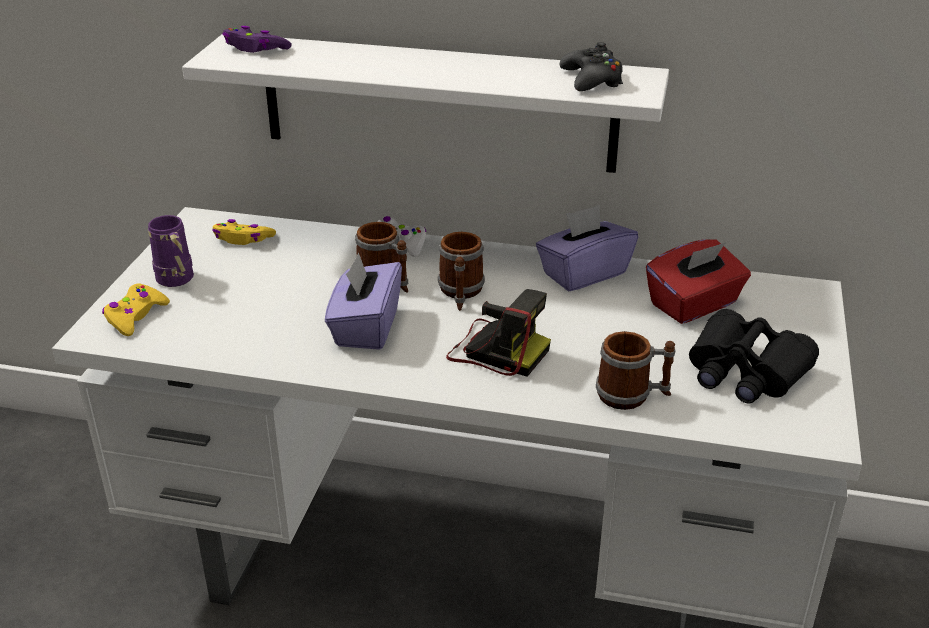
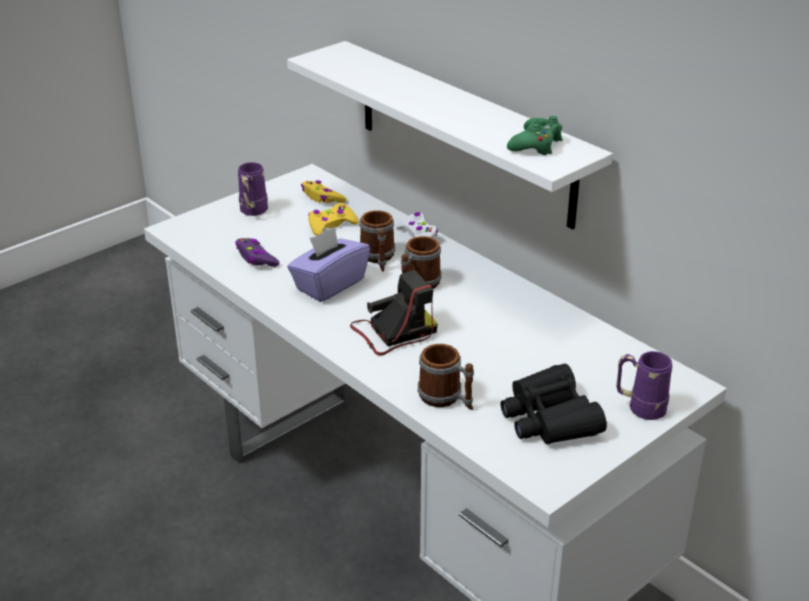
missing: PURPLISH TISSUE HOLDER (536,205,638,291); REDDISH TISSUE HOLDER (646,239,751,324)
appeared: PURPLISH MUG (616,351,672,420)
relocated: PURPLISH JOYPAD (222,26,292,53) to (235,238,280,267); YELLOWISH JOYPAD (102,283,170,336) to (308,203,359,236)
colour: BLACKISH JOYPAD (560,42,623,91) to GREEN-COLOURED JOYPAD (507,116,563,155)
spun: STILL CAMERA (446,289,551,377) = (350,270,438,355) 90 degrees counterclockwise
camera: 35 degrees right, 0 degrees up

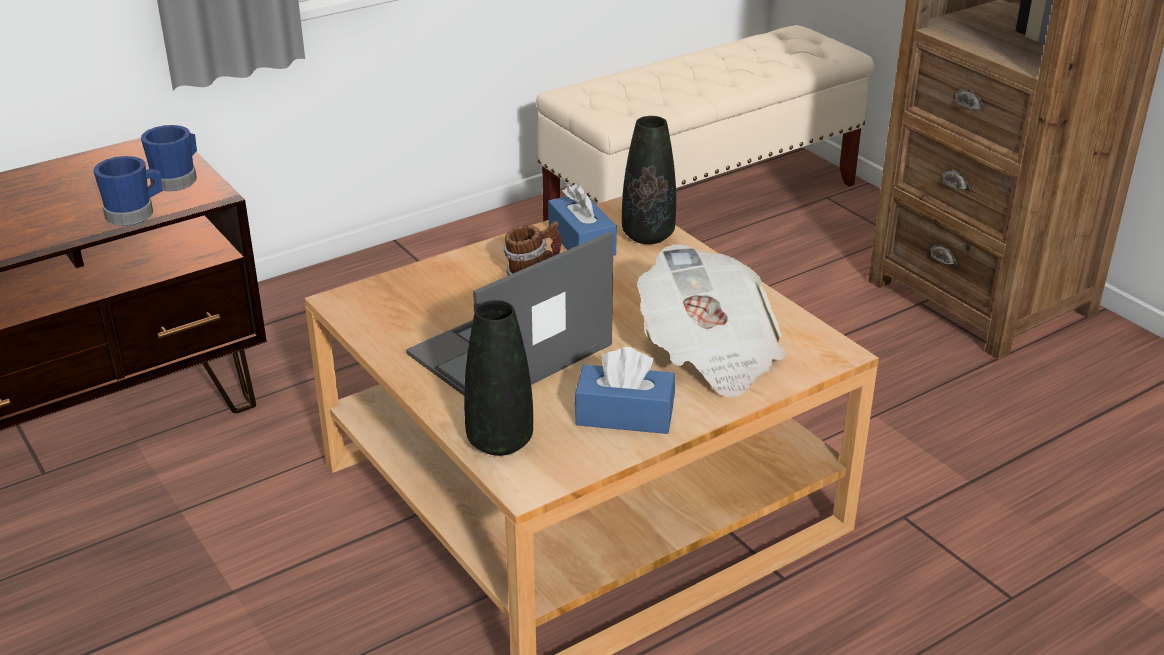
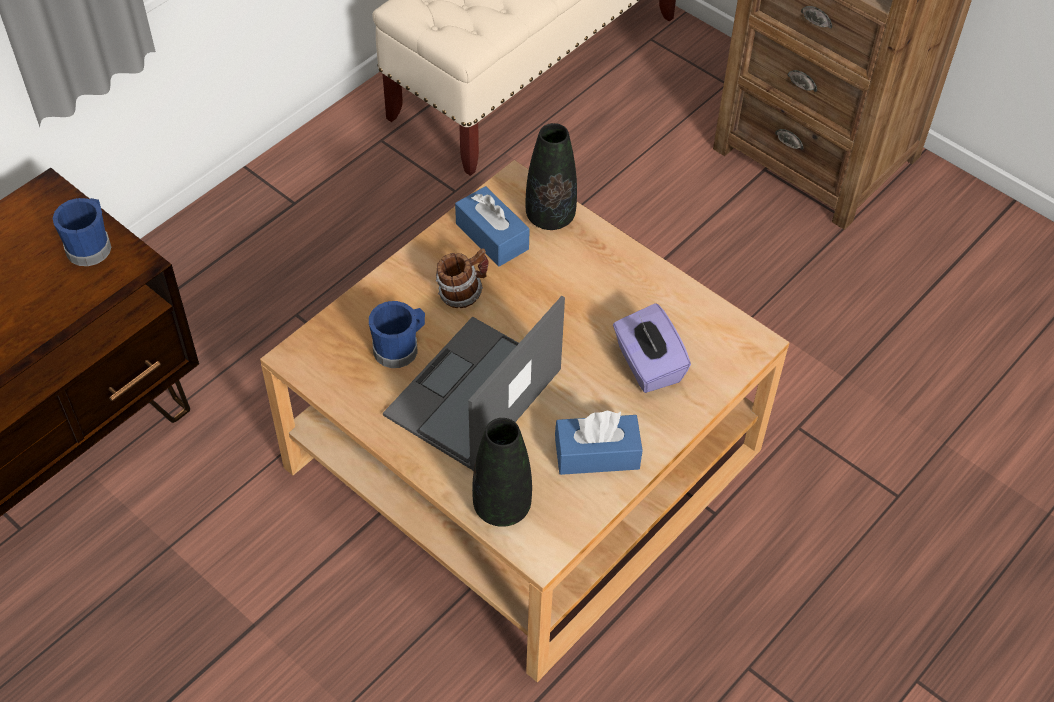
relocated: BLUISH MUG (94,156,163,226) to (369,301,425,368)
exchanged: DAILY PAPER (637,244,786,398) to PURPLISH TISSUE HOLDER (613,303,691,393)
camera: 15 degrees left, 20 degrees up

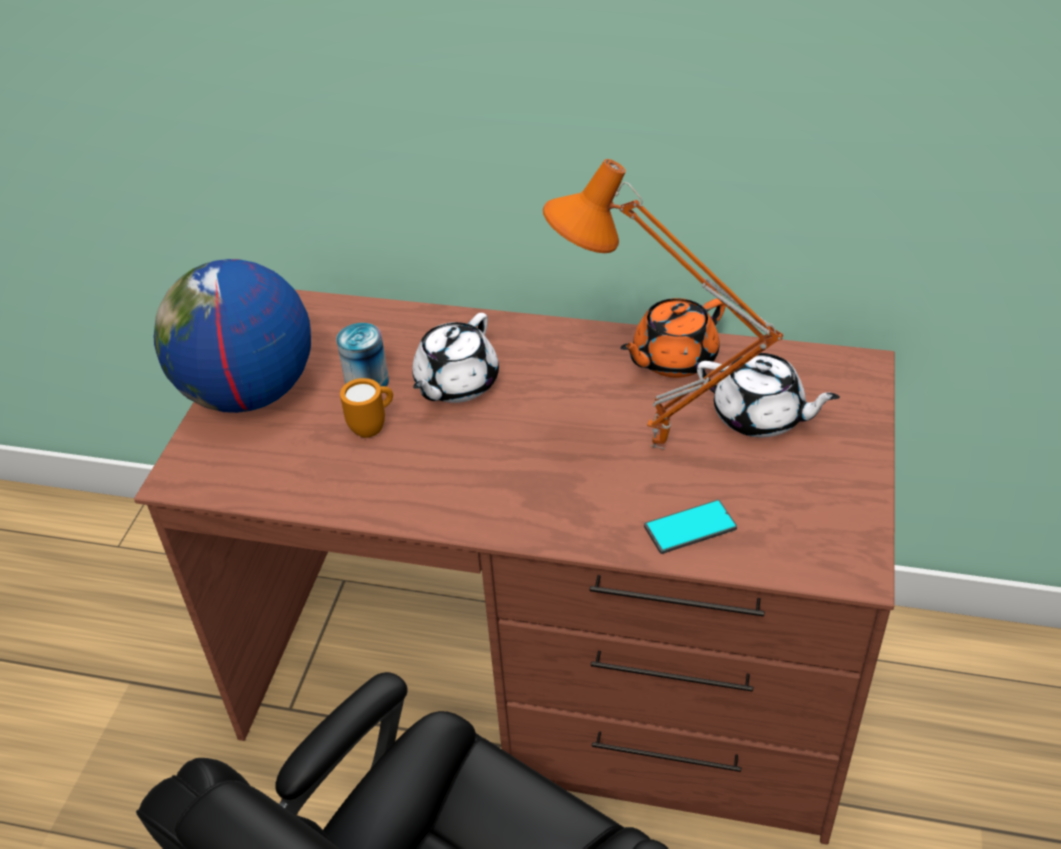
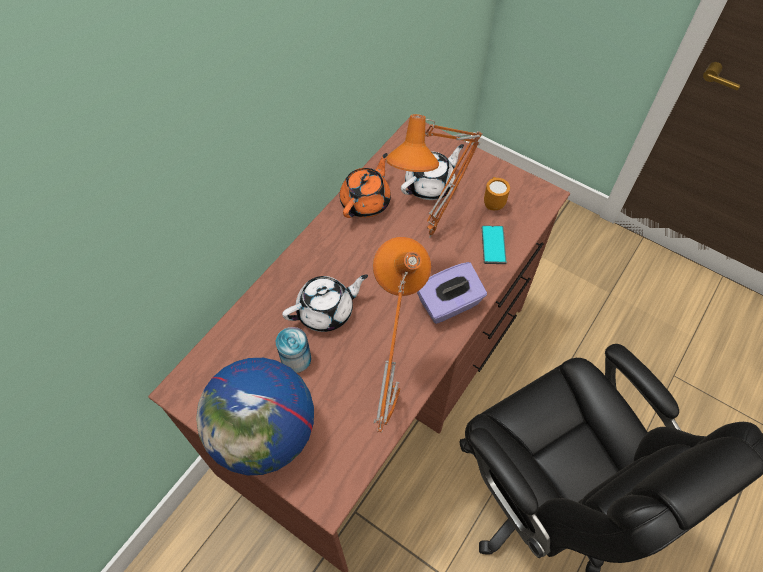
appeared: ORANGE LAMP FOR A TABLE (373,237,431,433); PURPLISH TISSUE HOLDER (417,262,487,324)
relocated: ORANGE MUG (340,378,393,438) to (484,177,510,210)
spun: WHITE TEA POT (412,313,499,403) = (282,274,368,332) 75 degrees counterclockwise; ORANGE TEA POT (620,298,725,378) = (340,153,391,218) 135 degrees counterclockwise
camera: 70 degrees left, 15 degrees up

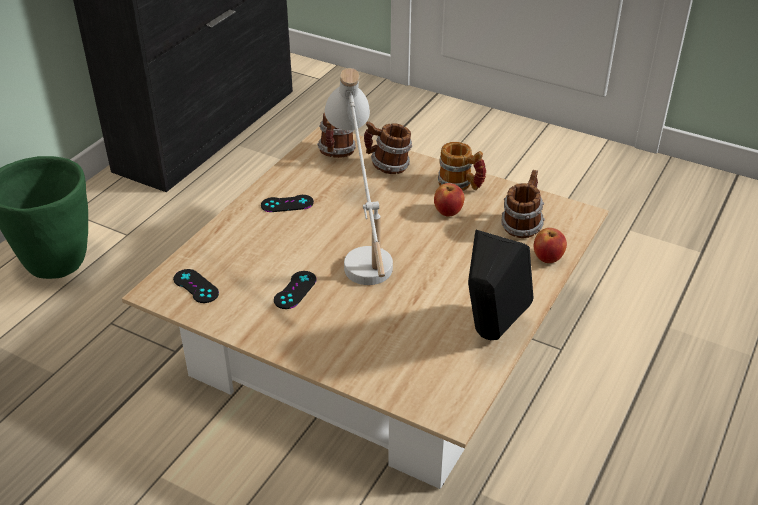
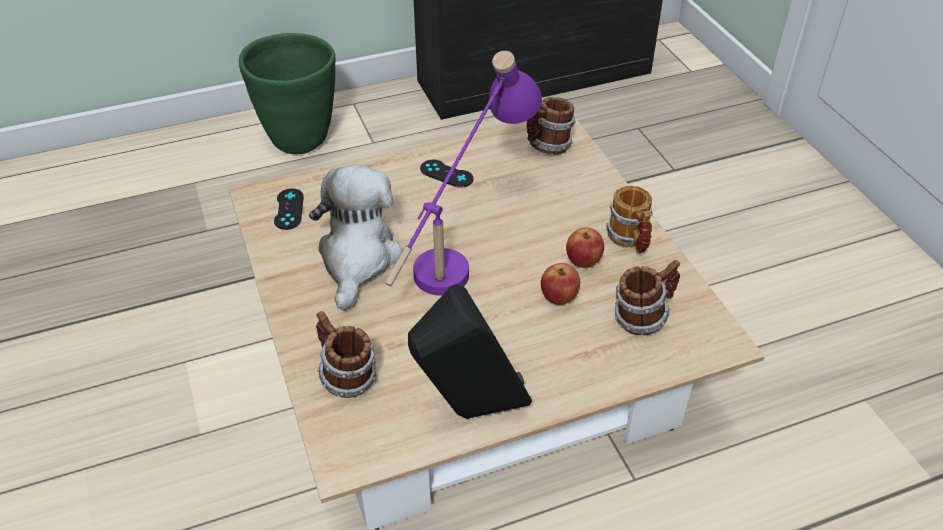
relocated: MUG (364,122,412,174) to (316,311,376,398); WHOLE APPLE (534,228,567,263) to (541,263,580,305)
exchanged: BLACKISH JOYPAD (274,271,317,309) to PLUSH TOY (309,165,403,311)
colour: WHITE LAMP FOR A TABLE (325,68,393,285) to PURPLISH LAMP FOR A TABLE (385,51,542,296)
camera: 40 degrees right, 5 degrees up

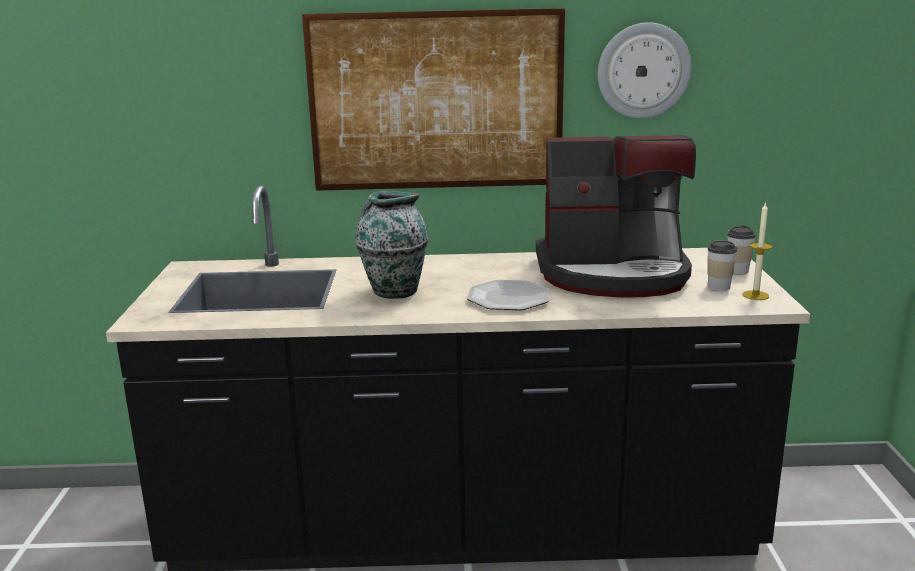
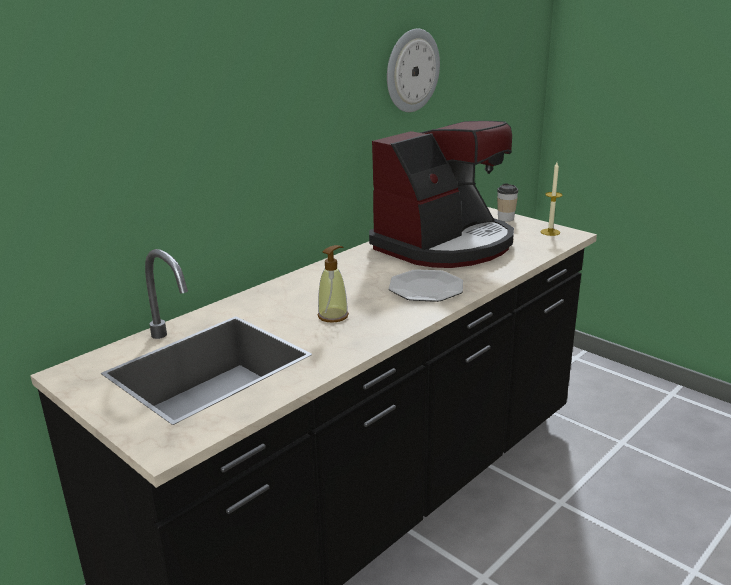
missing: WALL PICTURE (302,8,565,191); CUP (707,240,737,291)
exchanged: FLOWER VASE (355,191,428,299) to SOAP DISPENSER (318,245,349,323)
camera: 45 degrees left, 5 degrees up

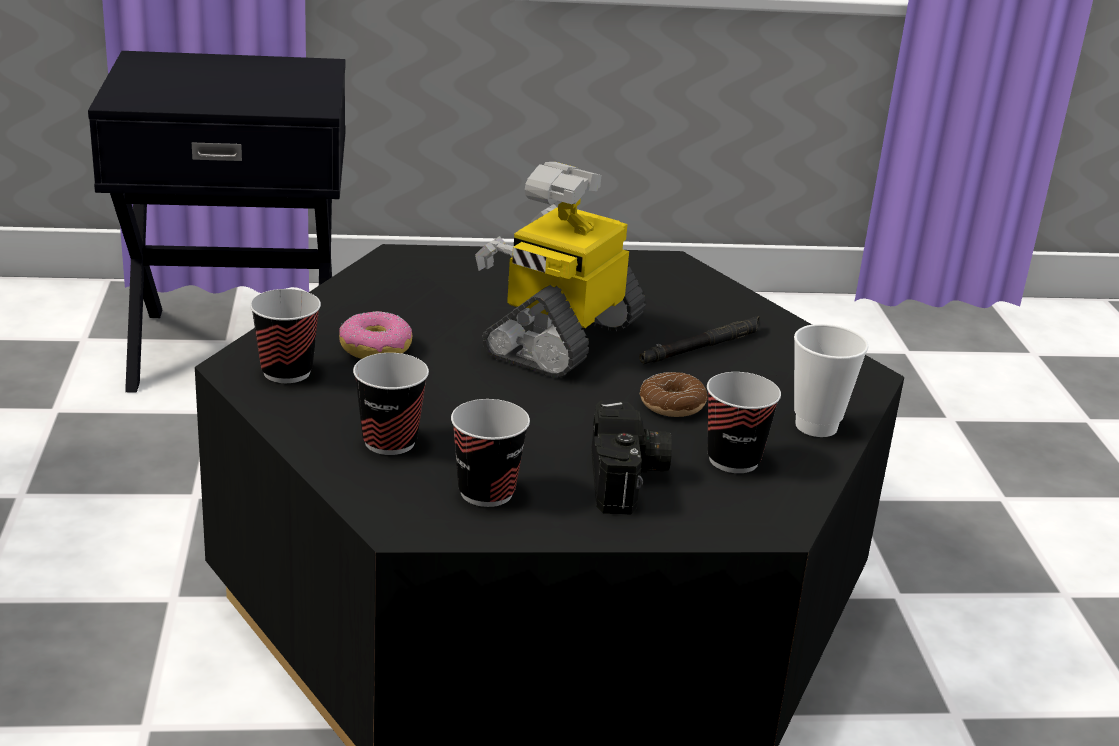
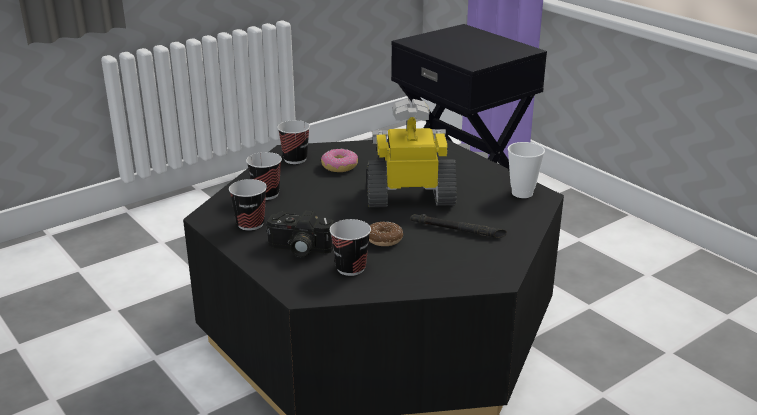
relocated: CUP (794,324,869,437) to (508,142,545,198)
spun: STILL CAMERA (591,400,672,514) = (267,211,334,257) 45 degrees clockwise
camera: 60 degrees right, 0 degrees up

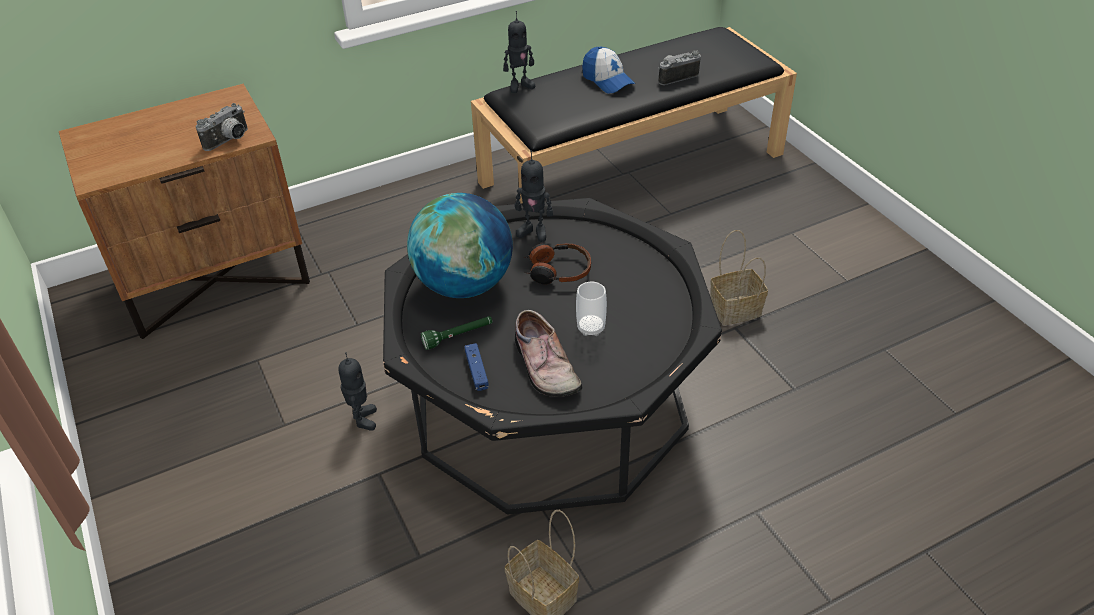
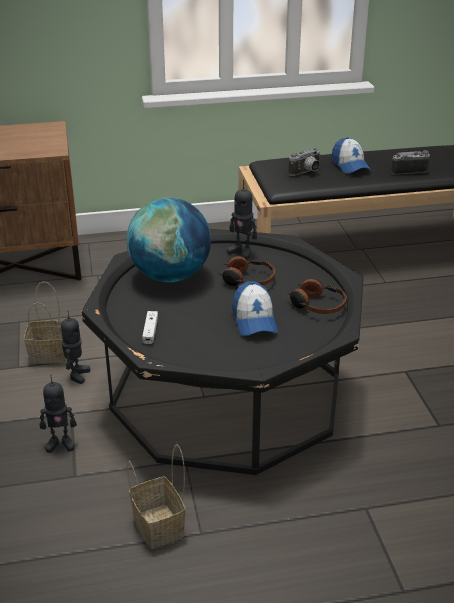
missing: GREEN-COLOURED HAND TORCH (421,316,492,350); ITEM OF FOOTWEAR (515,310,582,397)
appeared: HEADPHONES (287,278,347,314)
relocated: BASKET (710,230,768,325) to (24,281,67,364); MODEL ROBOT (503,11,535,93) to (40,375,77,453); STILL CAMERA (196,103,248,151) to (289,148,320,176)
exchanged: CUP (576,281,607,336) to PEAKED CAP (233,281,278,336)
colour: BLUISH JOYPAD (465,343,489,391) to WHITE JOYPAD (142,311,158,344)
camera: 15 degrees right, 10 degrees down

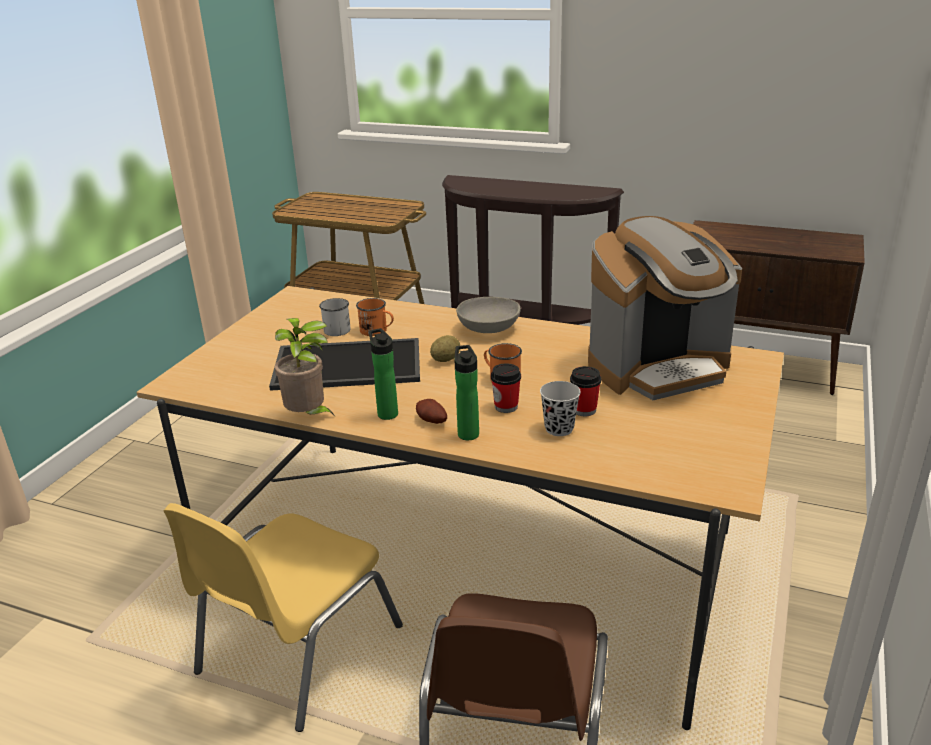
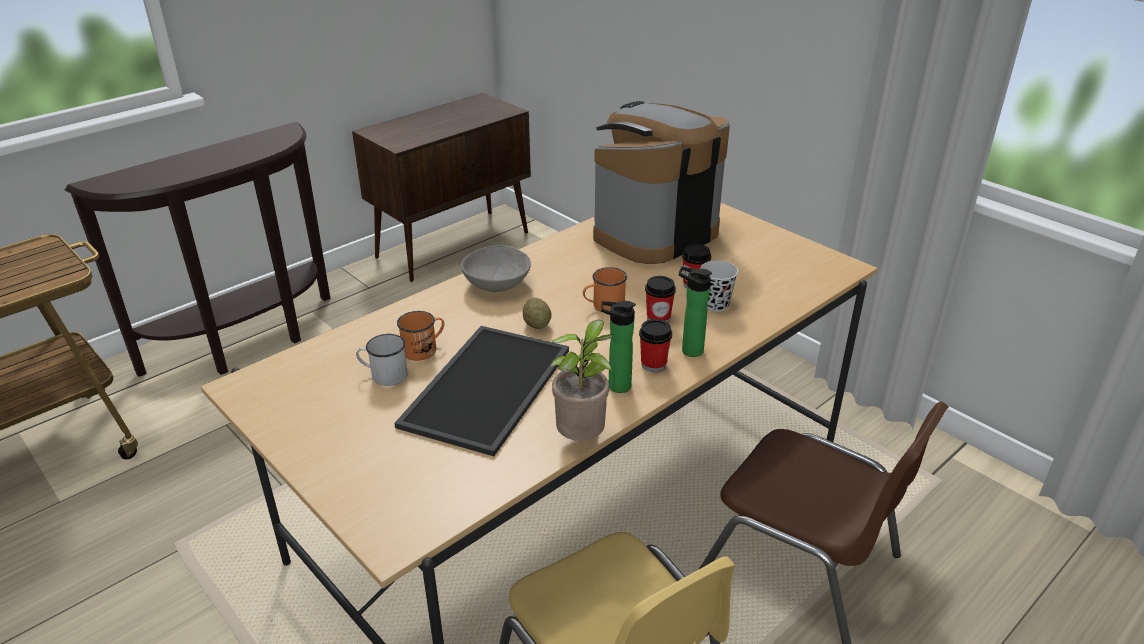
exchanged: POTATO (416,399,447,424) to CUP (639,319,672,372)
spun: COFFEE BREWER (588,216,742,400) = (593,101,730,264) 135 degrees counterclockwise
camera: 65 degrees left, 5 degrees up

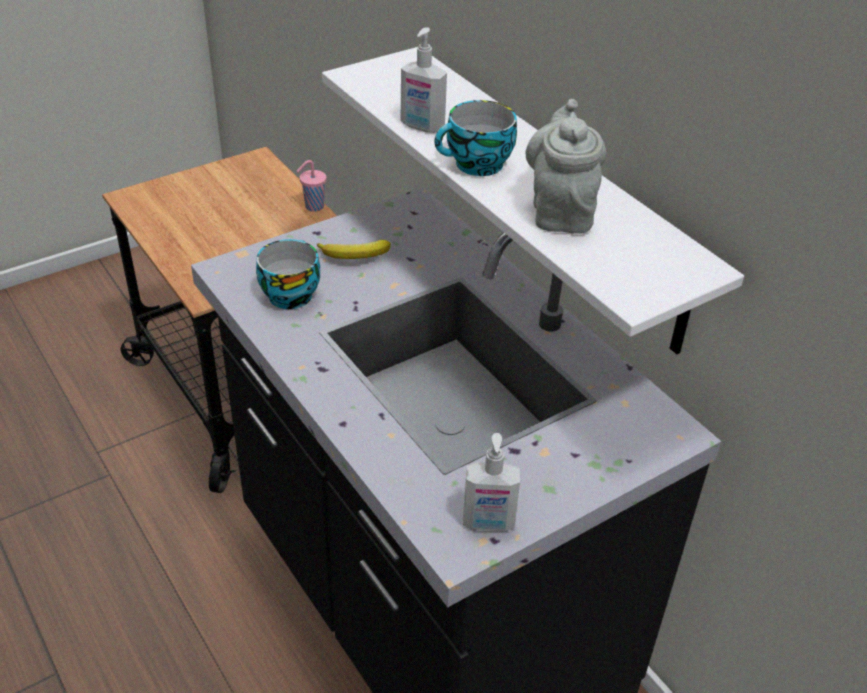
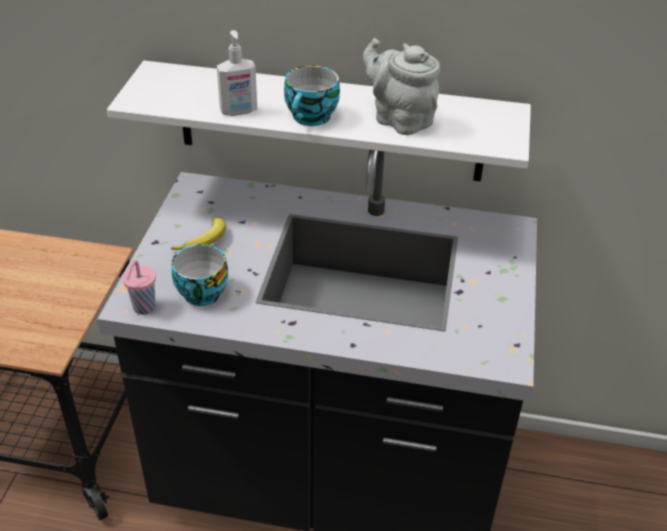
missing: SOAP DISPENSER (463,433,520,531)
relocated: PINKISH CUP (297,160,327,212) to (123,260,156,315)
camera: 45 degrees left, 0 degrees up

